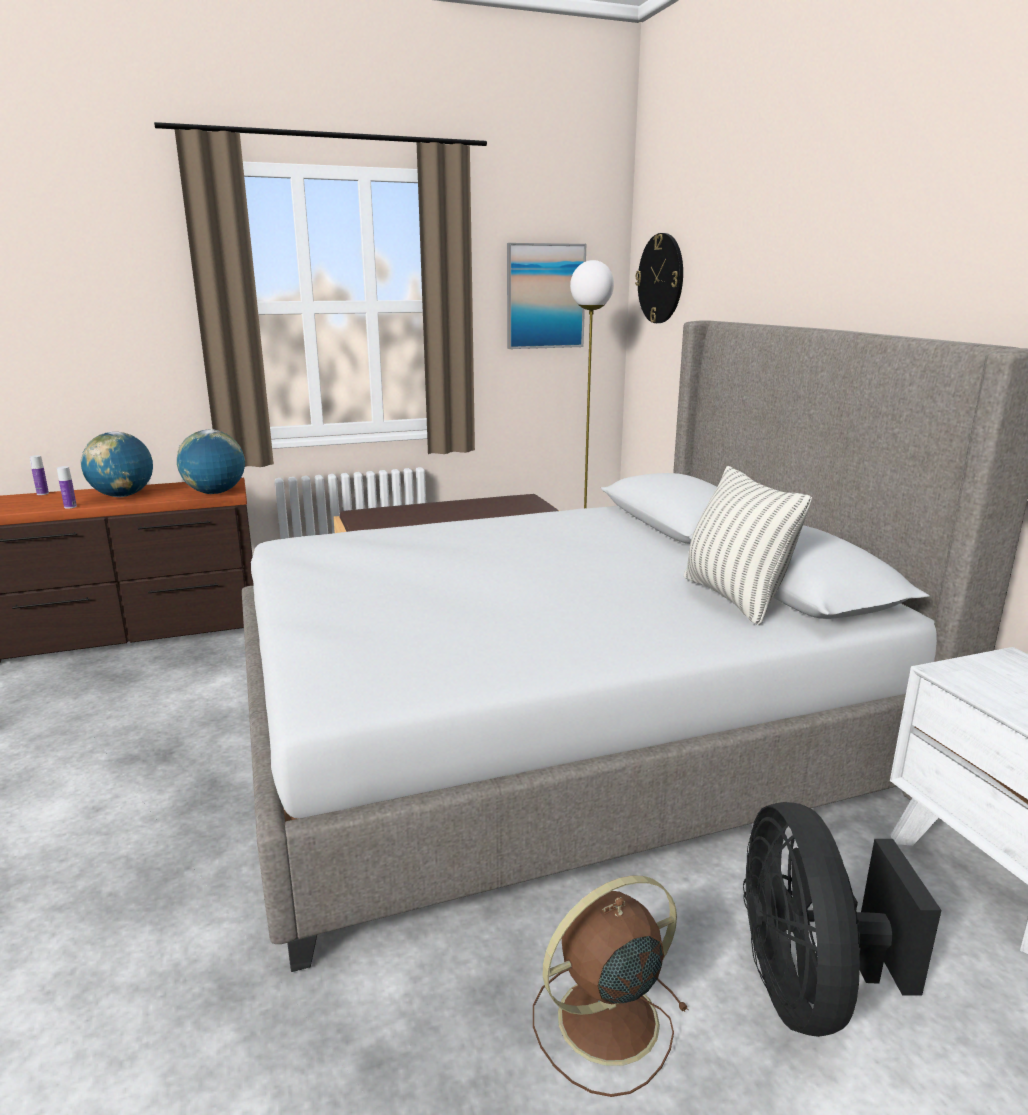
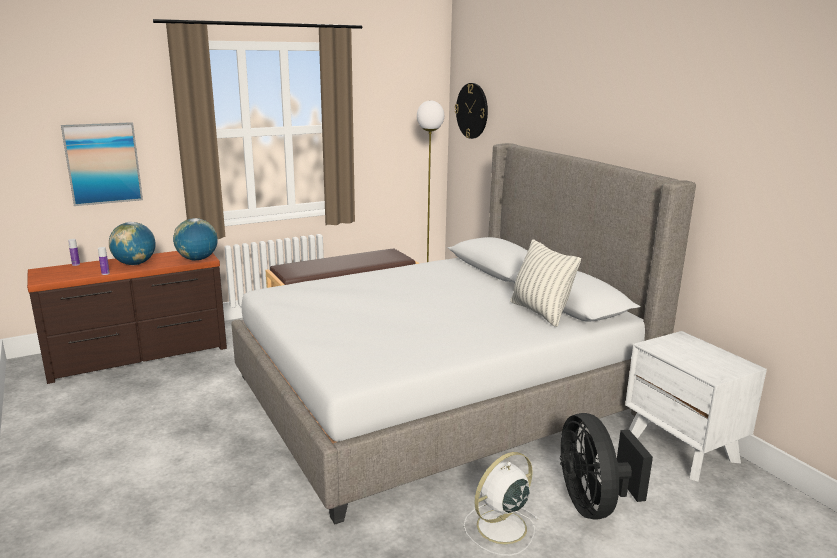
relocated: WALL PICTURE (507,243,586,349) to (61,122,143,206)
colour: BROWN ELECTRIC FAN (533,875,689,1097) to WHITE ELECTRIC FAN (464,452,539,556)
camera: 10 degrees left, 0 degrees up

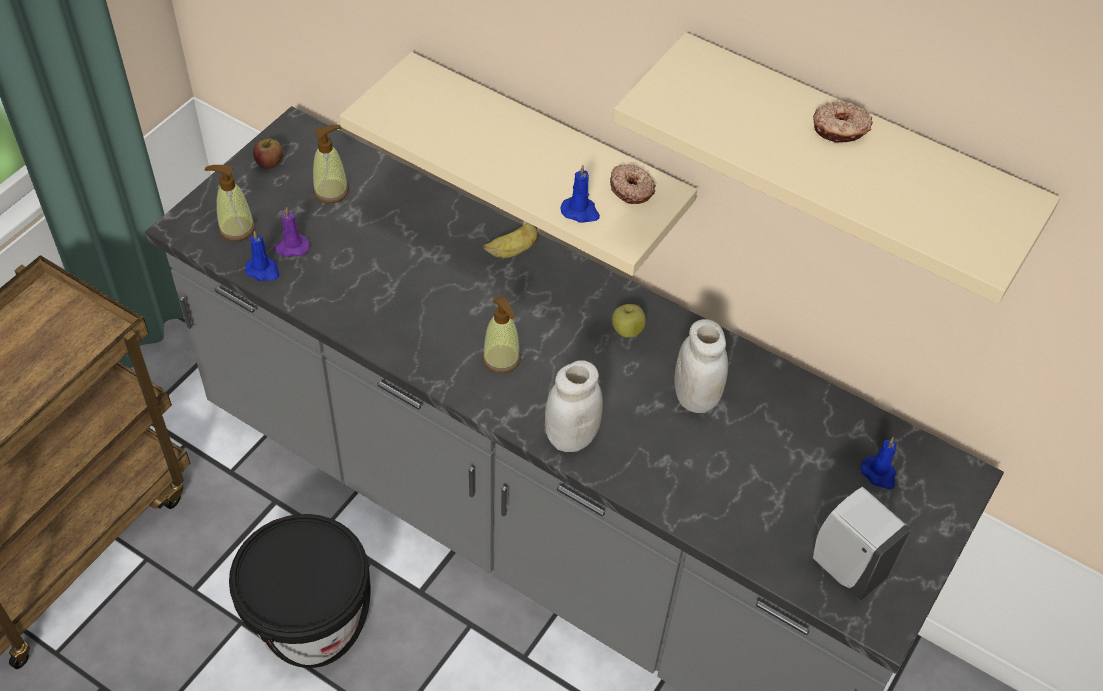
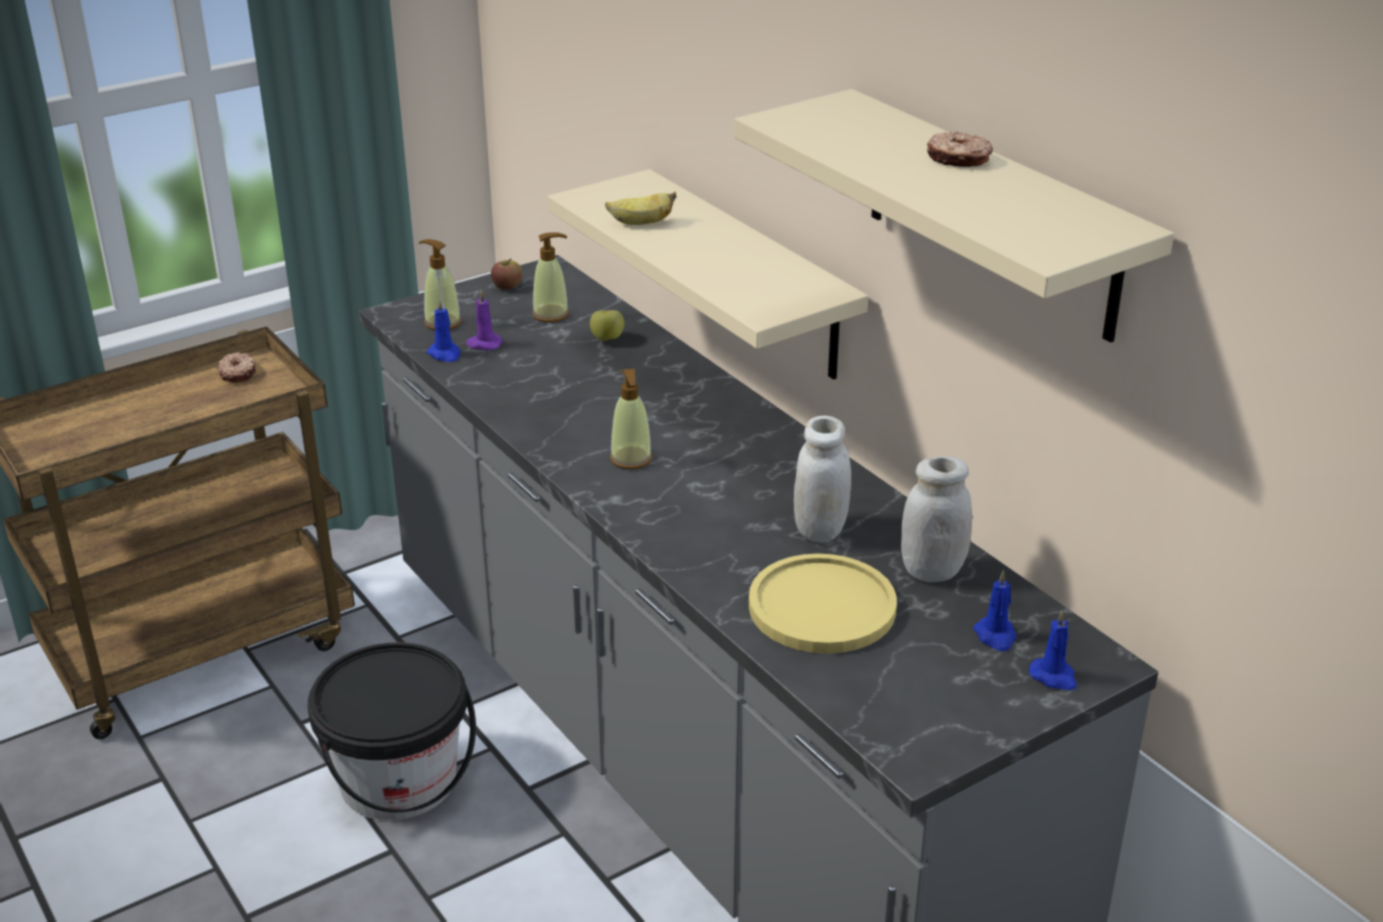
missing: WHITE SOAP DISPENSER (813,486,911,601)
appeared: YELLOWISH FLAT DISH (749,554,897,654)
relocated: DONUT (610,164,656,204) to (217,352,256,383); WHOLE APPLE (612,304,646,338) to (590,310,624,341); WHOLE BANANA (483,223,538,258) to (605,192,676,225); WHITE JAR (545,360,603,452) to (901,456,972,582); BLUISH WAX LIGHT (561,165,600,223) to (1029,610,1077,690)
camera: 25 degrees right, 20 degrees down

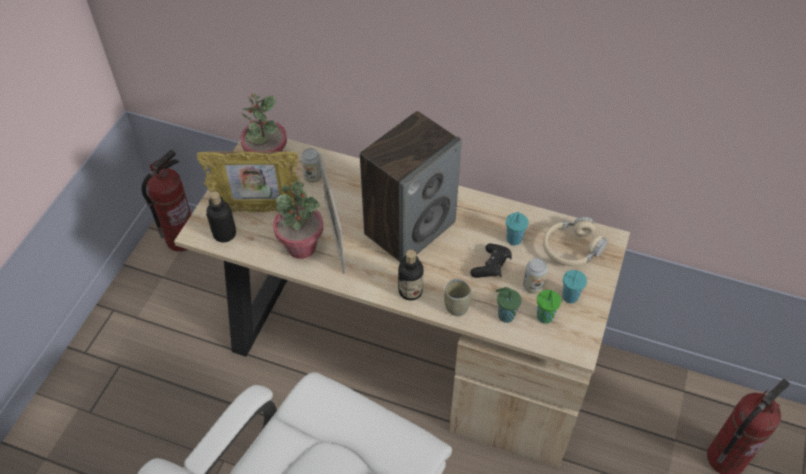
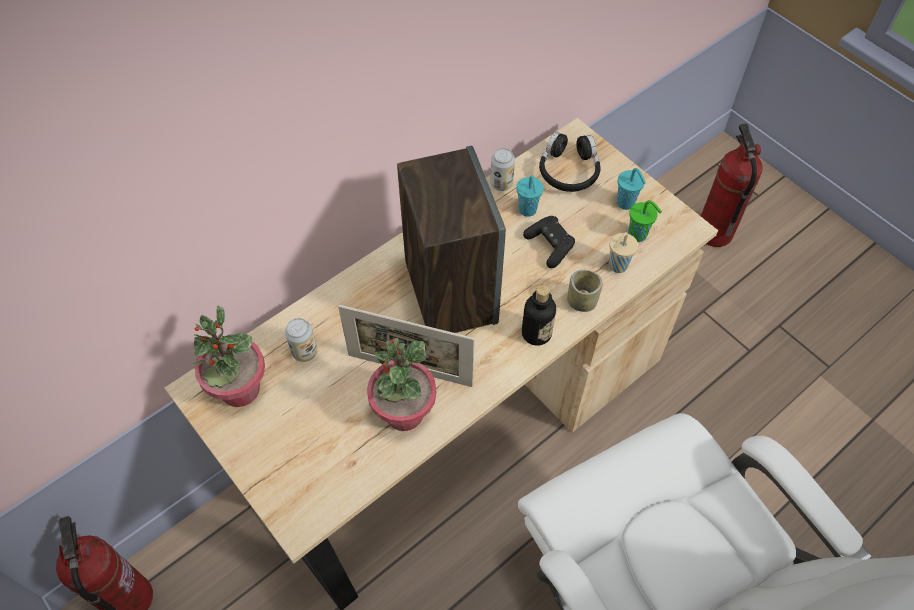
missing: STANDING FRAME (196,151,300,213); DRINK BOTTLE (206,192,236,242)
relocated: METAL CAN (523,258,548,294) to (490,148,515,191)
colour: SAND-COLOURED HEADPHONES (543,217,608,266) to BLACKISH HEADPHONES (539,132,601,192); GREEN-COLOURED CUP (496,287,522,323) to SAND-COLOURED CUP (609,232,638,273)
camera: 60 degrees left, 5 degrees up

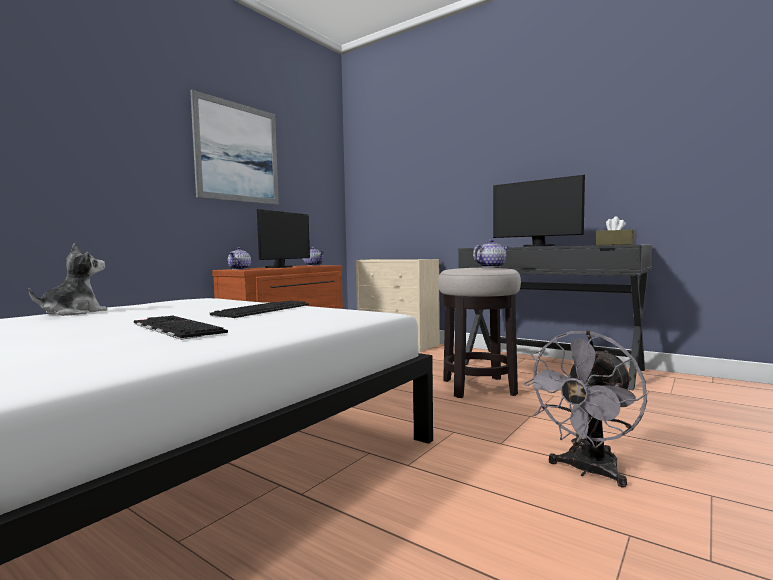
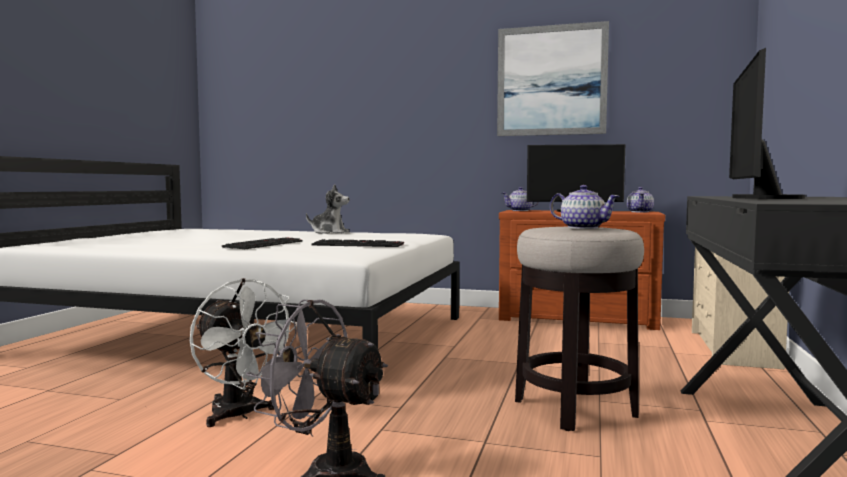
missing: BROWN TISSUE HOLDER (596,216,635,245)
appeared: WHITE ELECTRIC FAN (190,278,297,427)
camera: 70 degrees right, 0 degrees up

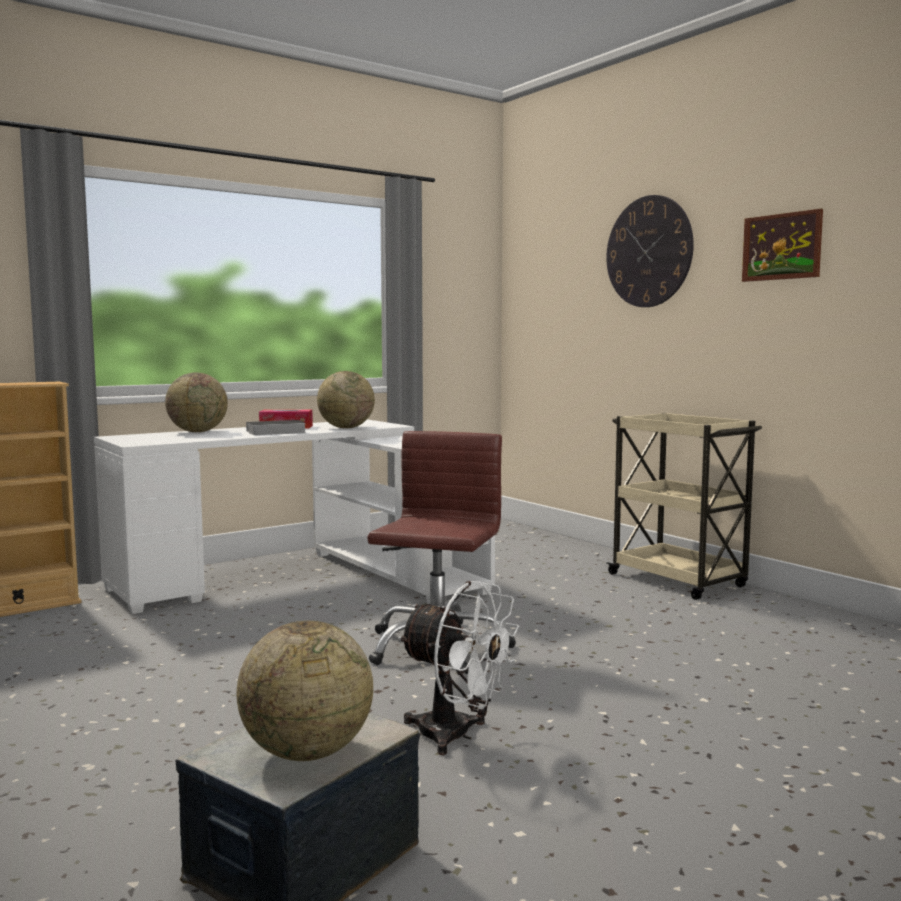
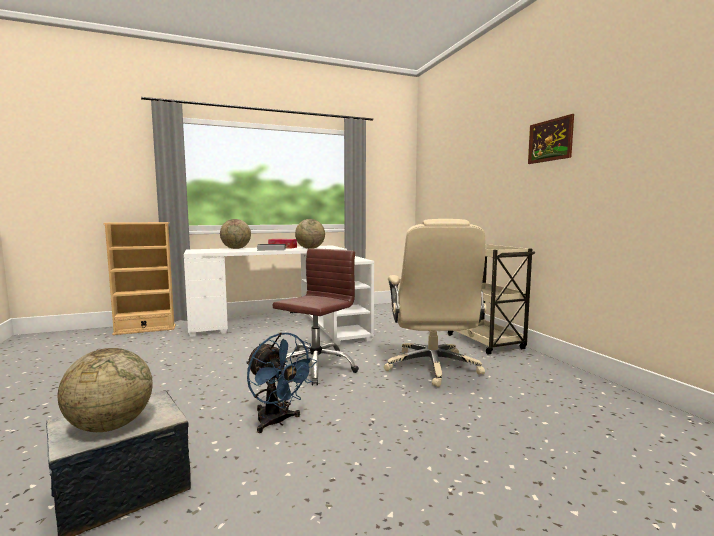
missing: WALL CLOCK (606,195,694,307)
appeared: SAND-COLOURED OFFICE CHAIR (384,219,486,387)
colour: WHITE ELECTRIC FAN (398,581,519,755) to BLUISH ELECTRIC FAN (246,332,317,433)
camera: 15 degrees right, 0 degrees up

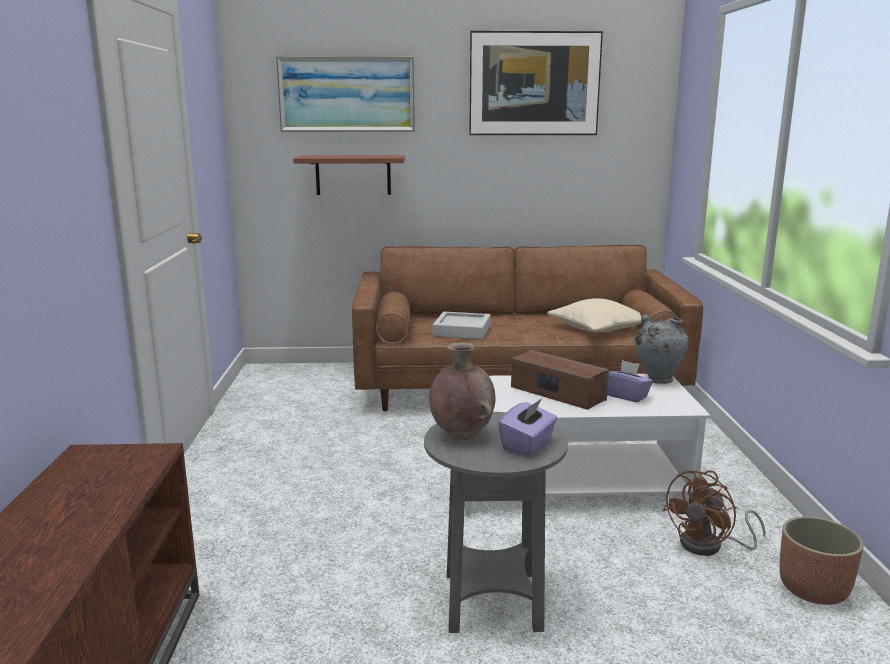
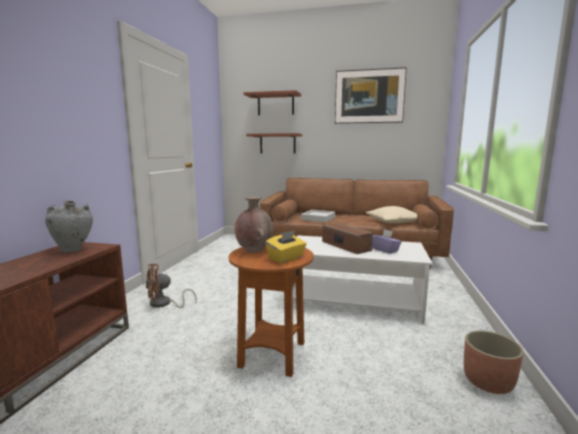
relocated: GRAY FLOWER VASE (634,314,689,384) to (45,199,93,252); BROWN ELECTRIC FAN (663,470,766,556) to (146,264,197,308)
exchanged: WALL PICTURE (276,56,415,132) to SHELF (244,90,301,115)
colour: GRAY SIDE TABLE (424,412,568,633) to BROWN SIDE TABLE (229,247,314,377); PURPLISH TISSUE HOLDER (498,399,557,456) to YELLOWISH TISSUE HOLDER (265,230,307,263)
camera: 15 degrees right, 5 degrees down

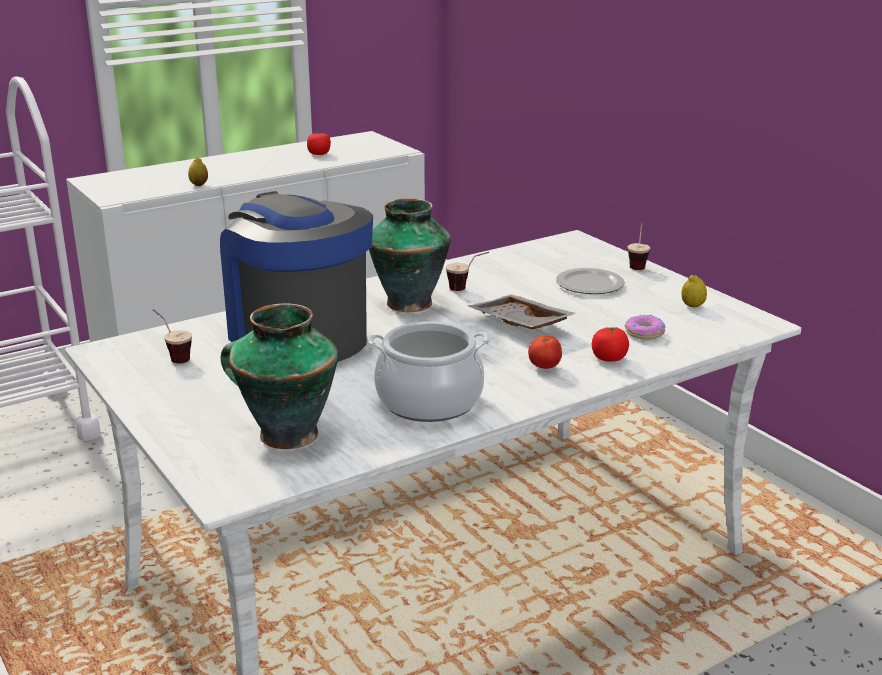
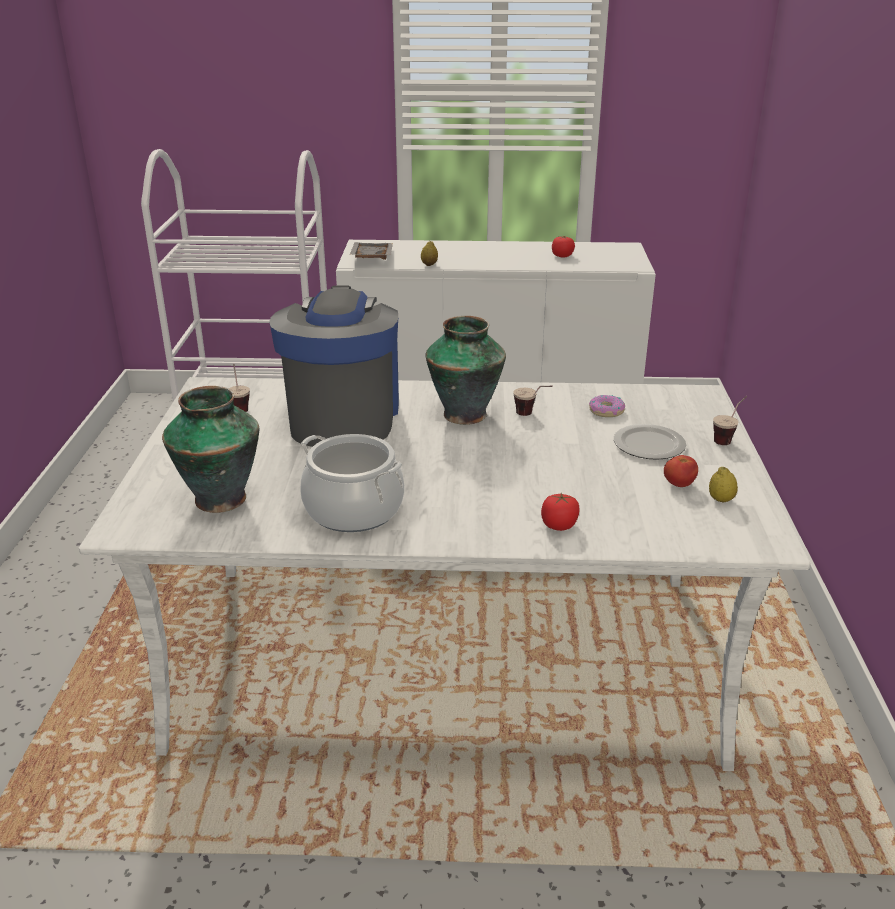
relocated: GRAY SERVING TRAY (468,295,577,329) to (350,242,393,260); DONUT (625,315,665,340) to (589,395,625,417); FRESH TOMATO (528,336,562,369) to (664,455,698,487)
camera: 35 degrees right, 5 degrees up

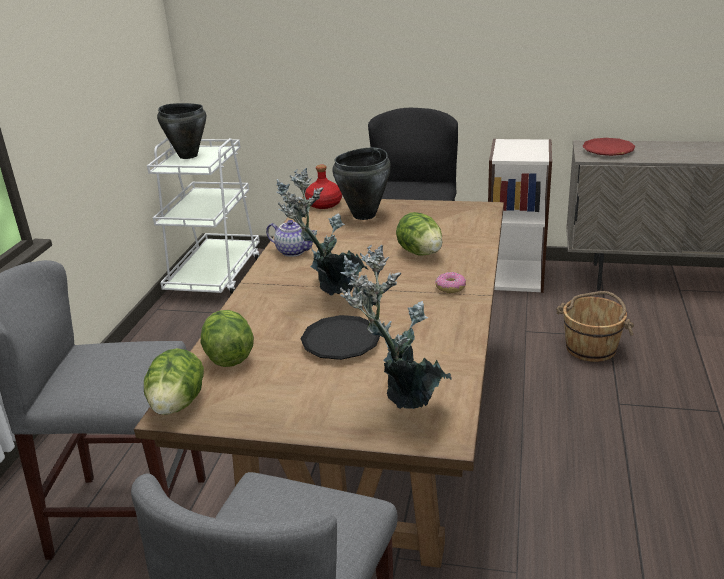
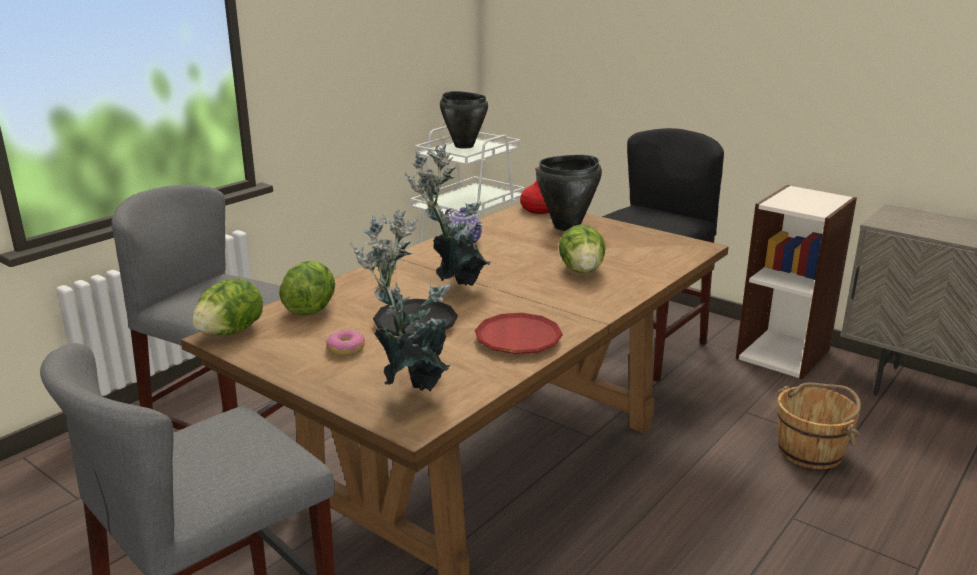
relocated: DONUT (435,272,466,293) to (326,330,365,356); REDDISH FLAT DISH (582,138,635,156) to (475,313,563,354)
camera: 25 degrees right, 5 degrees down

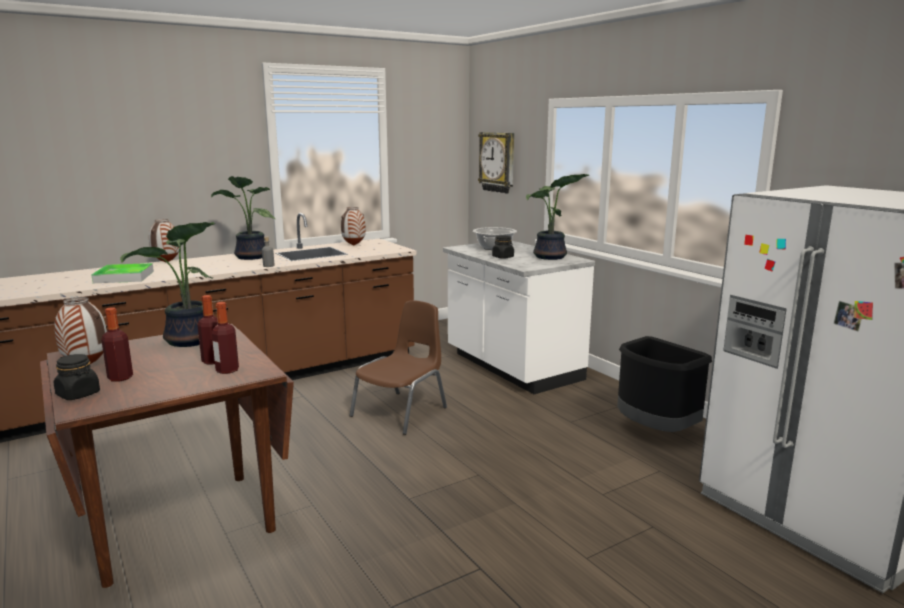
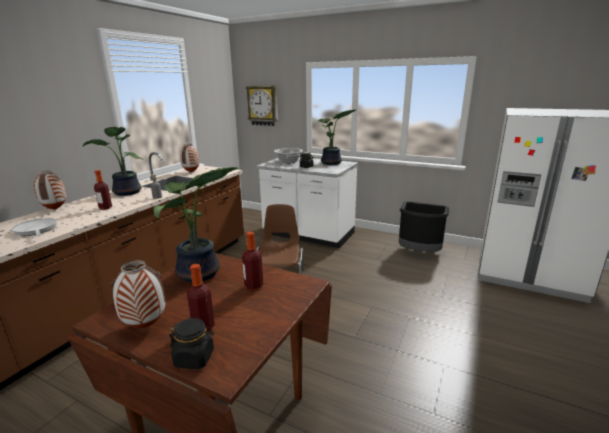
relocated: DRINK BOTTLE (212,302,239,374) to (94,170,112,210)
exchanged: SERVING TRAY (91,263,154,283) to SKILLET (12,218,57,236)
camera: 30 degrees left, 5 degrees up

